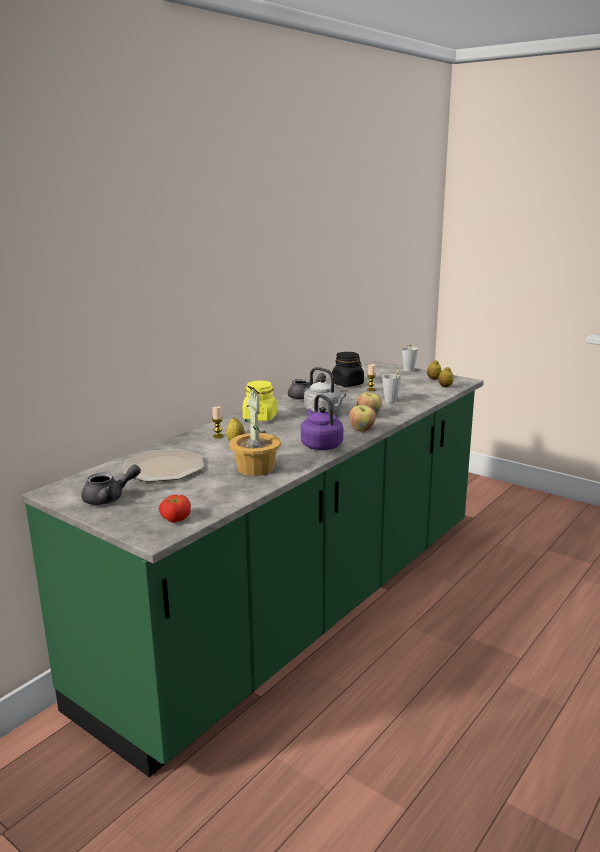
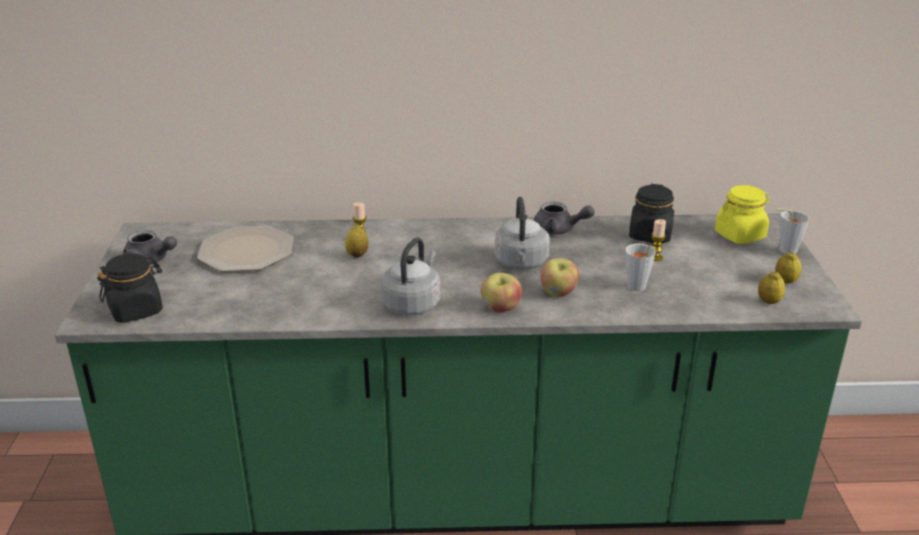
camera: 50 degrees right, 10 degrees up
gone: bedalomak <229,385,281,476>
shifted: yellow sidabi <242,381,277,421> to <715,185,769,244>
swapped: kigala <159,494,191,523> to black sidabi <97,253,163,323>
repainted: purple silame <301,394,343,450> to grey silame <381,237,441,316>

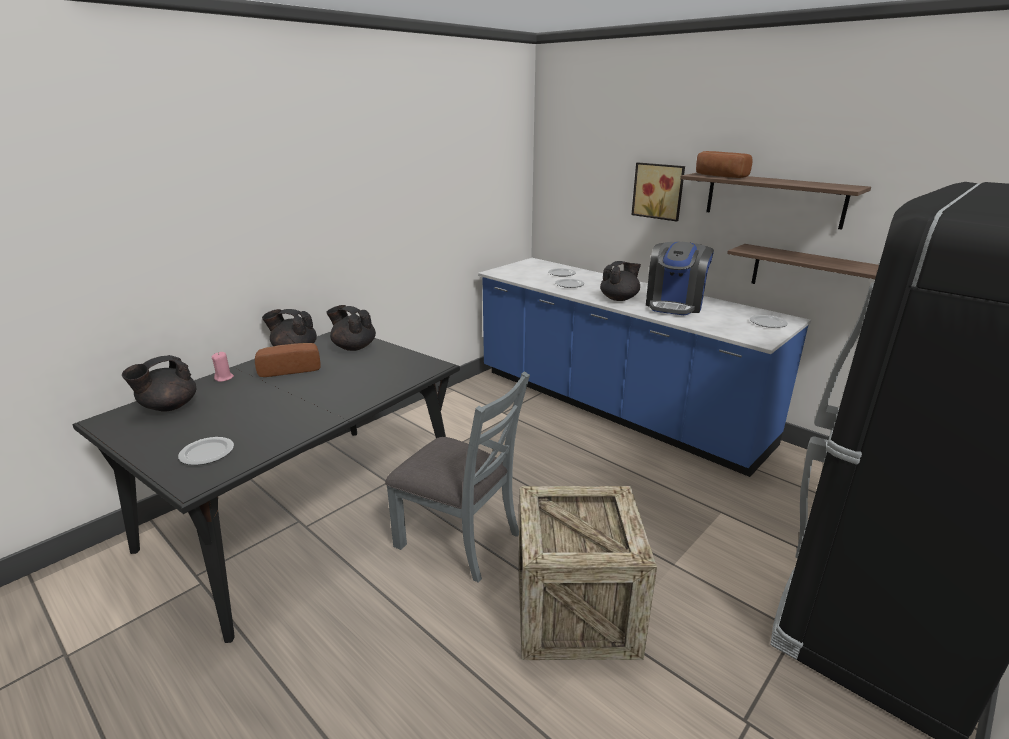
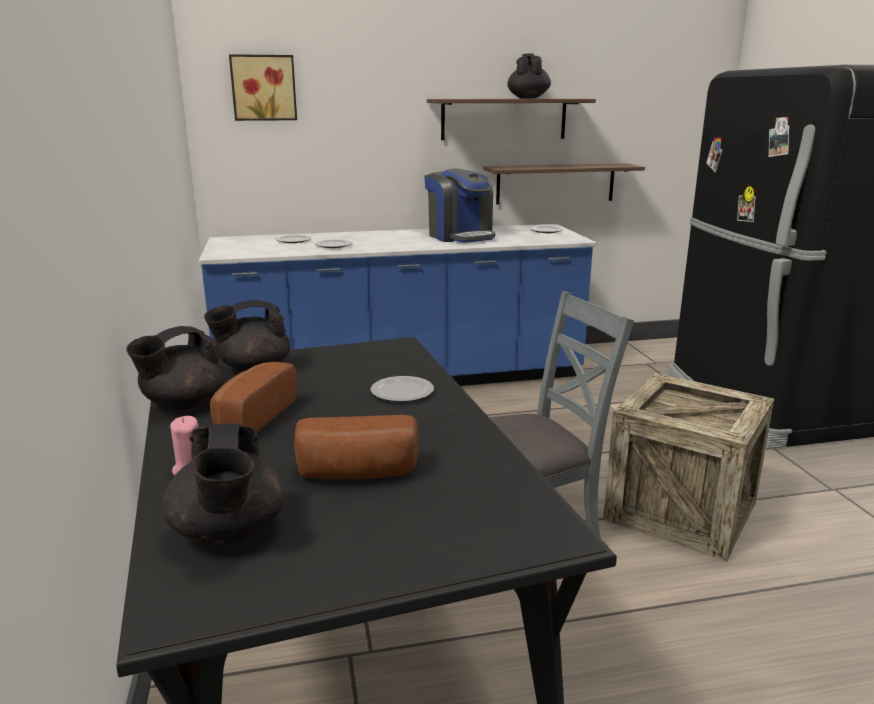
camera: 55 degrees left, 5 degrees down
shifted: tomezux <696,151,752,178> to <294,415,418,480>; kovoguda <631,162,685,222> to <229,54,297,121>; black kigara <600,261,641,301> to <507,53,551,99>; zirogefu <178,437,234,465> to <371,376,434,402>

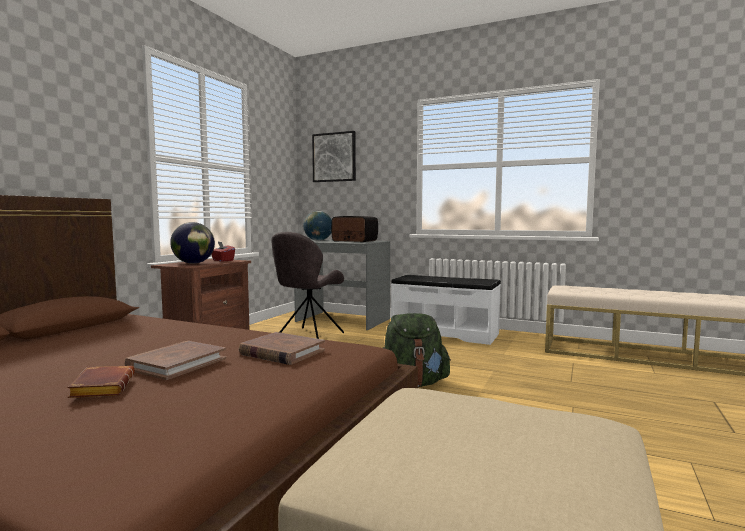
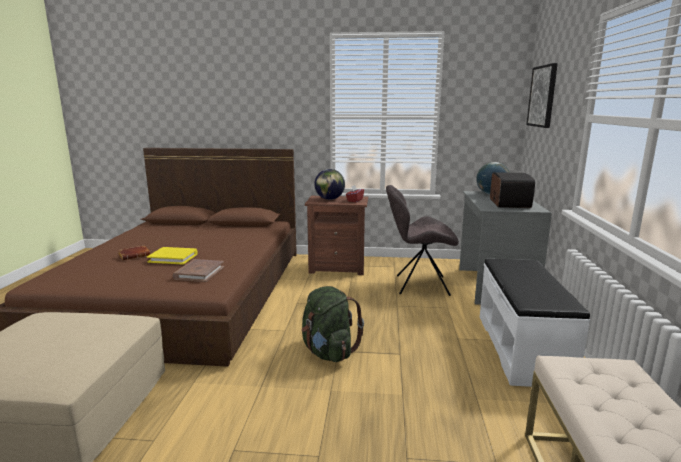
camera: 70 degrees right, 10 degrees up
repainted: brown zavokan <125,341,226,380> to yellow zavokan <147,247,197,264>

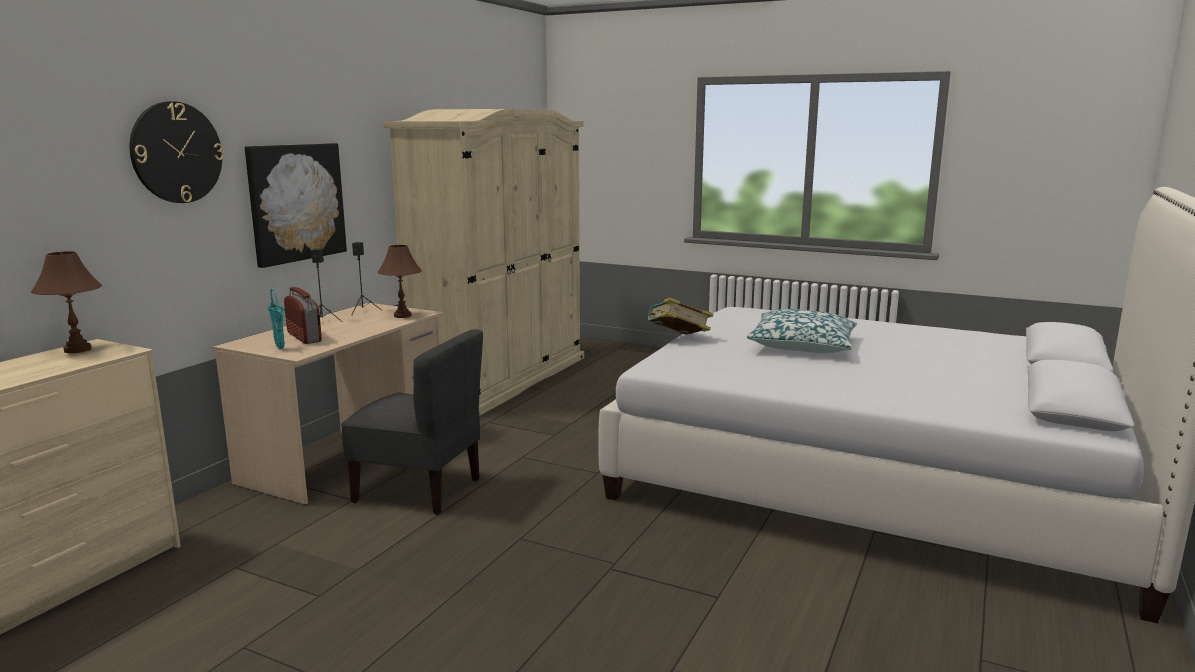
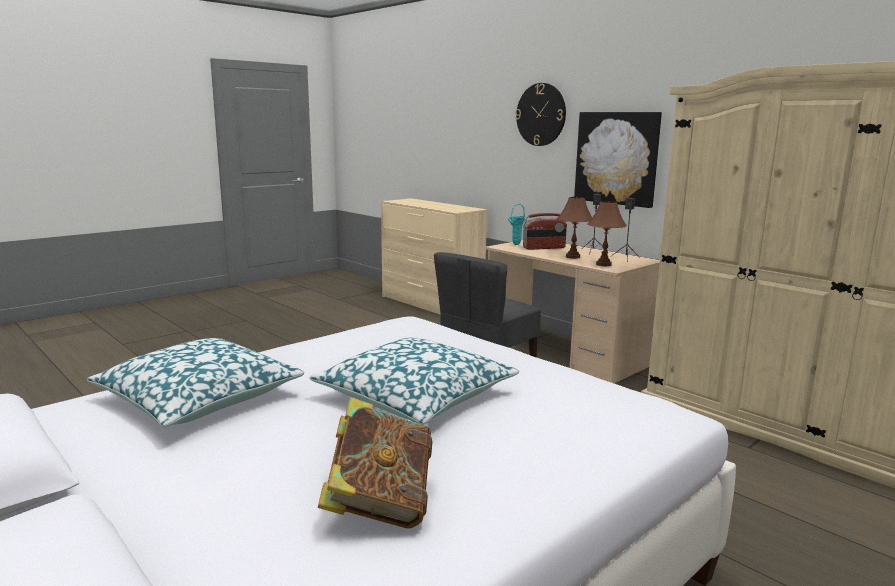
camera: 110 degrees right, 0 degrees up
new: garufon <87,338,305,427>
shifted: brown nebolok <31,251,102,353> to <557,197,592,259>; zavokan <646,298,713,335> to <318,398,432,529>

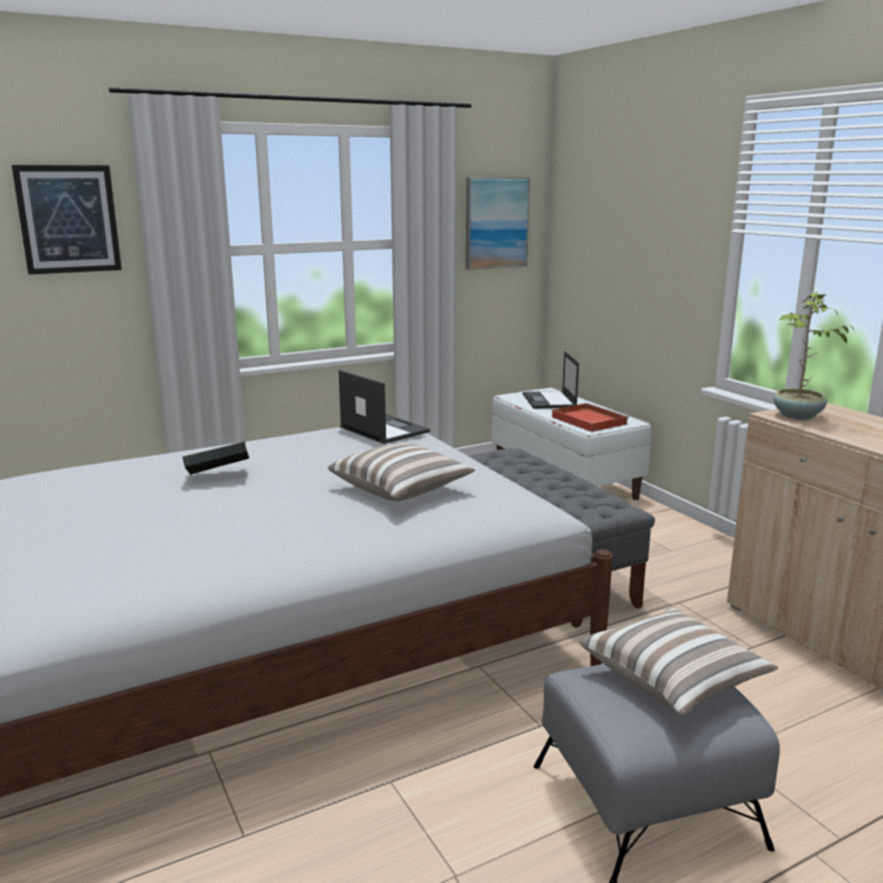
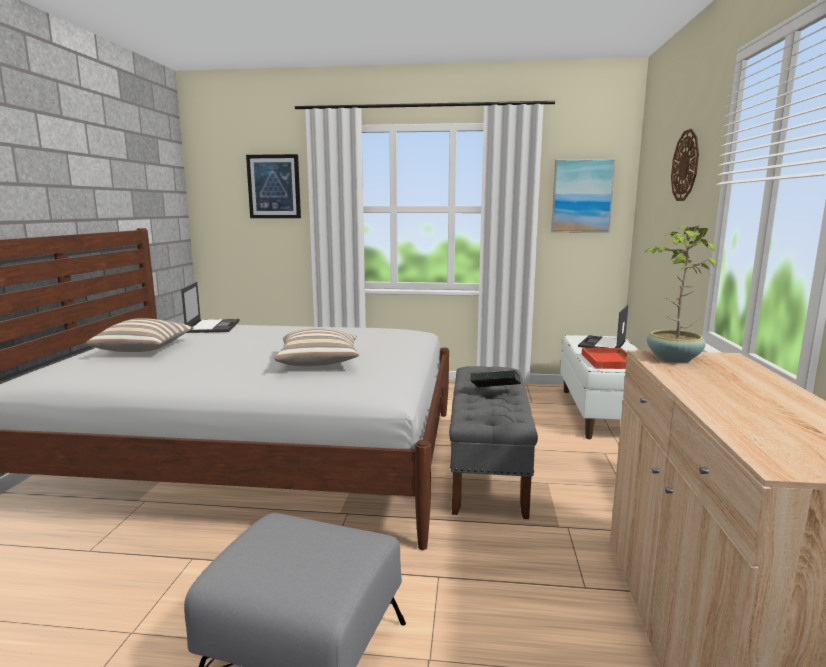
camera: 35 degrees right, 5 degrees down
new: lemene <671,129,699,201>
shifted: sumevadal <339,370,430,444> to <181,282,239,333>; zavokan <182,442,249,475> to <470,370,521,388>; garufon <579,607,778,716> to <86,318,194,352>

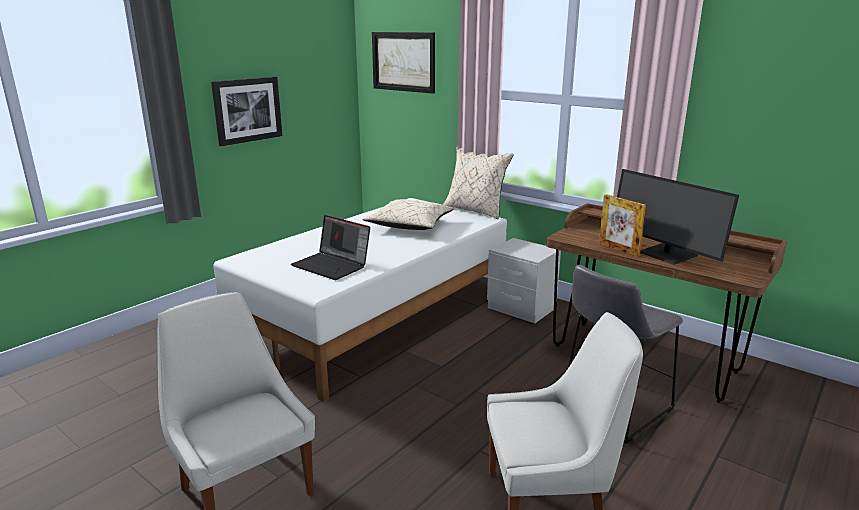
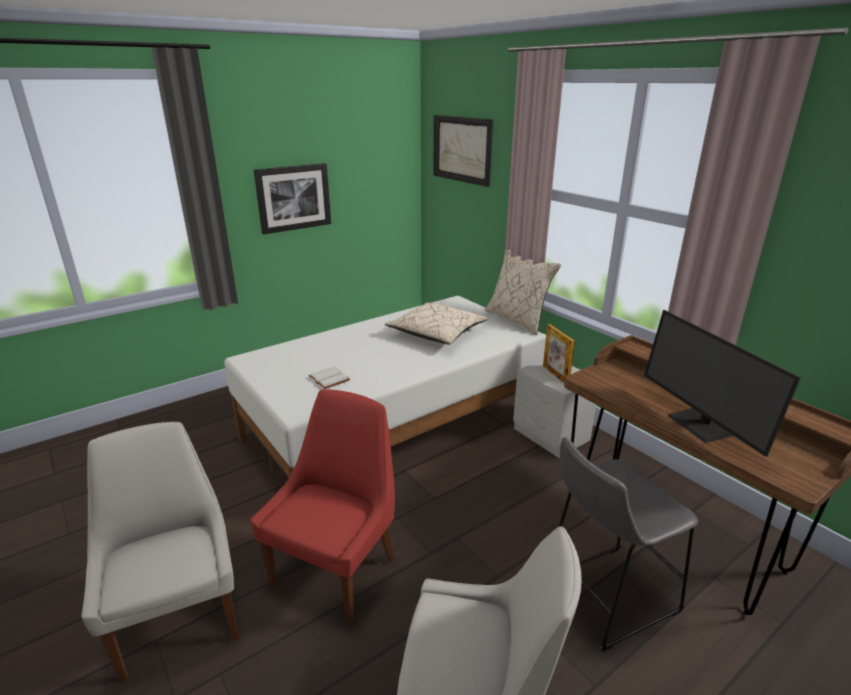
camera: 15 degrees right, 5 degrees up
new: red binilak <250,389,395,623>
shifted: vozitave <599,194,647,257> to <543,324,575,384>
swapped: sumevadal <291,215,370,280> to white zavokan <308,367,350,389>

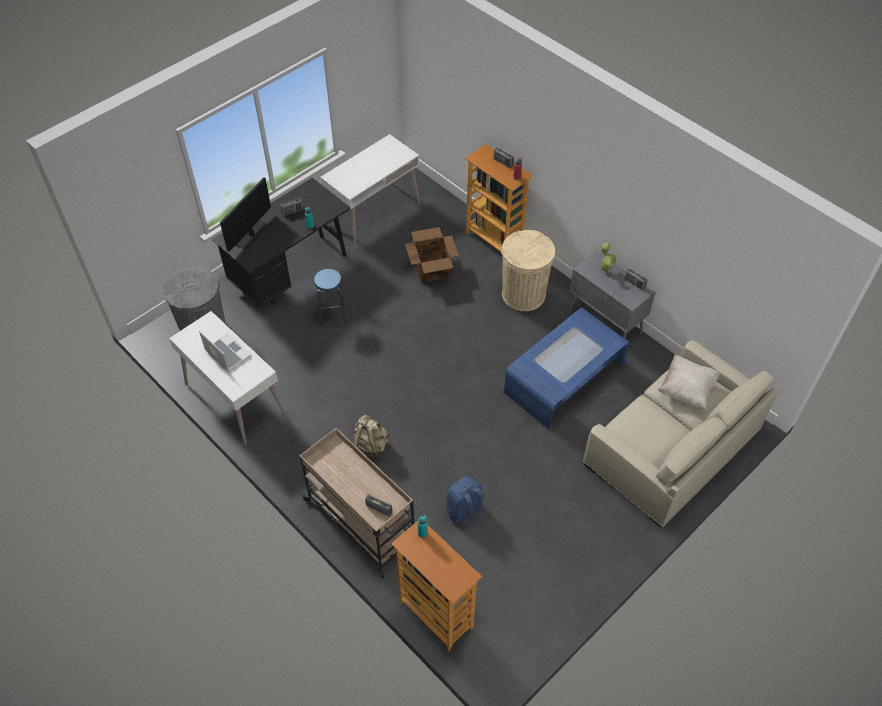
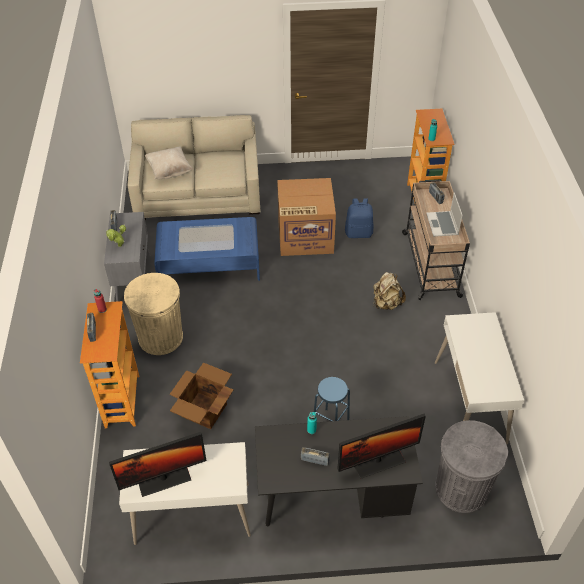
camera: 140 degrees left, 5 degrees down
new: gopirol <277,178,336,256>; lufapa <109,432,206,497>
shifted: sumevadal <199,331,251,372> to <426,192,463,237>

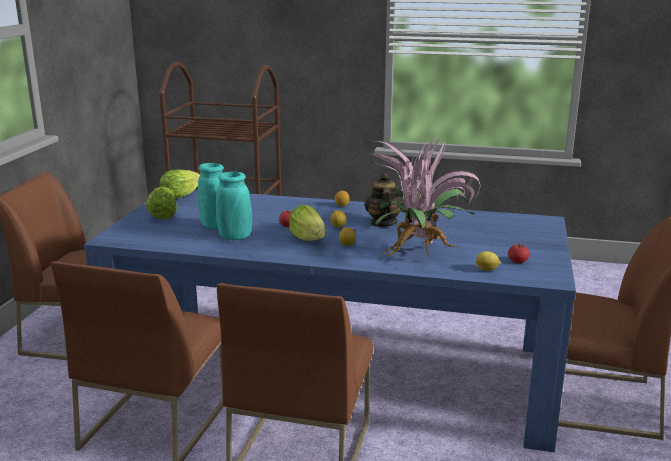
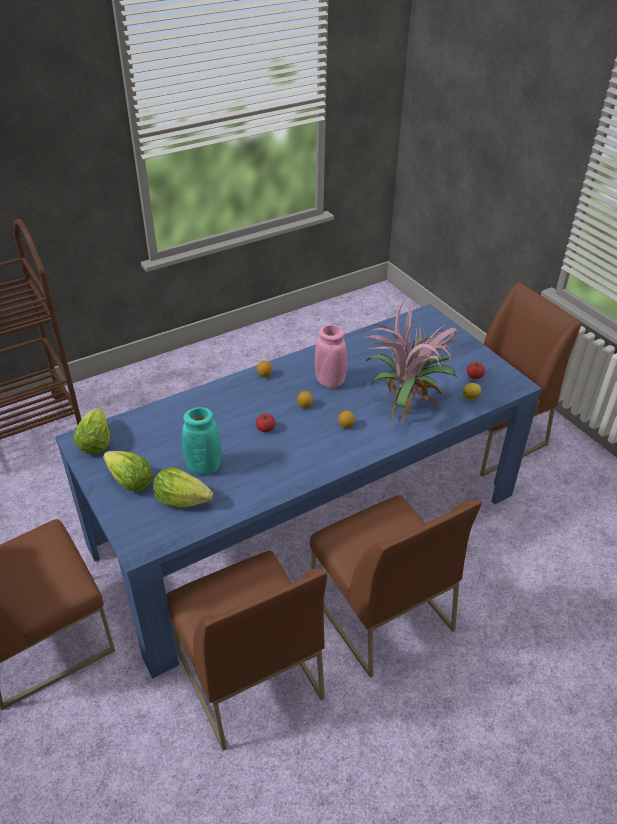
camera: 45 degrees left, 20 degrees up
gone: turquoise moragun <216,172,252,240>
shifted: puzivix <289,205,325,241> to <153,467,213,507>
swapped: kigara <364,173,404,227> to pink moragun <315,324,347,388>

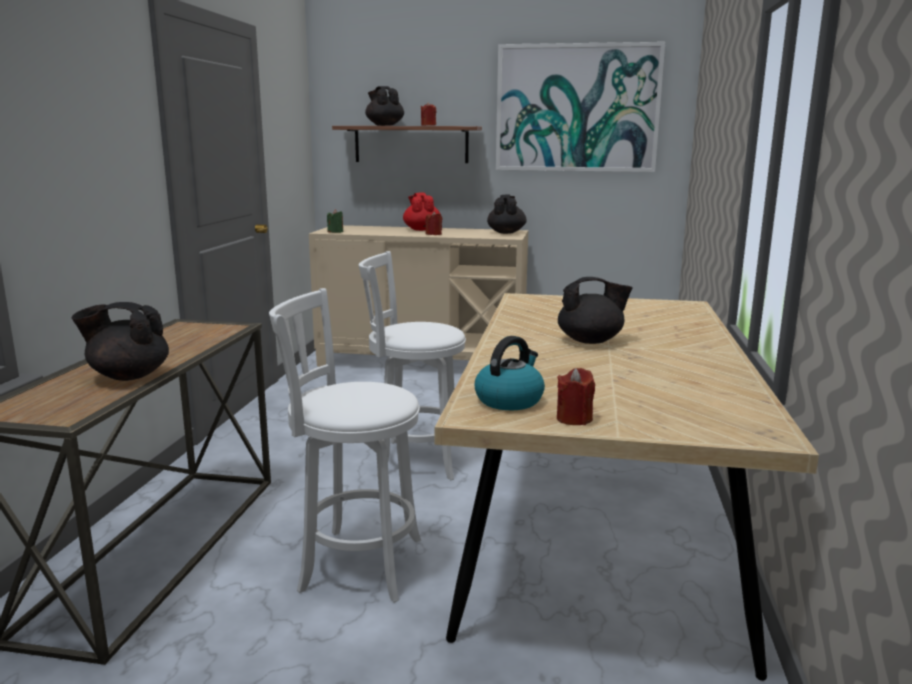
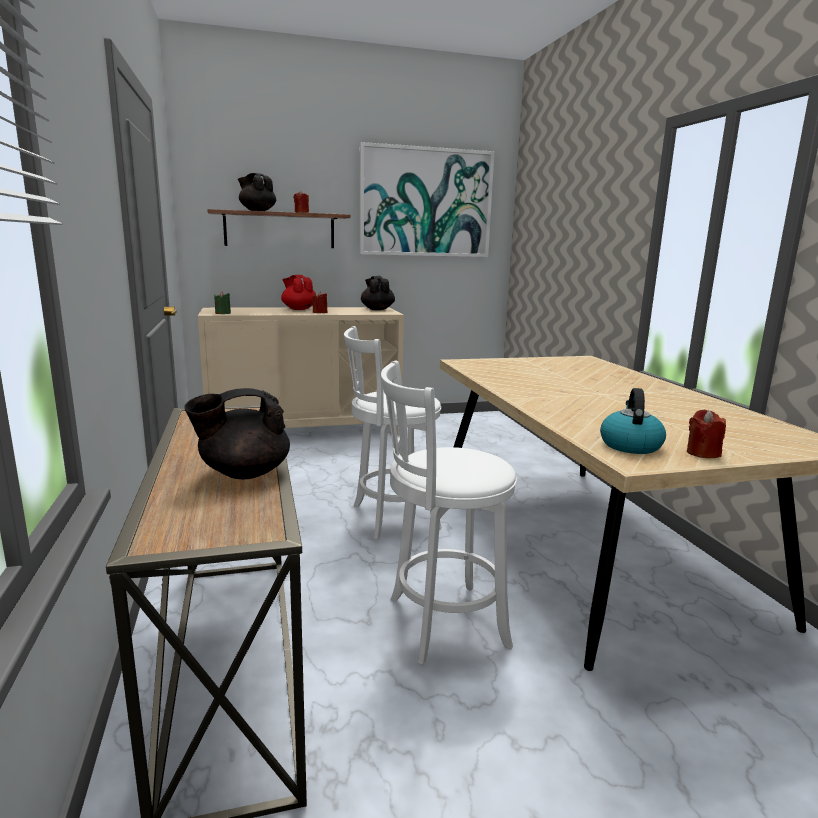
camera: 25 degrees left, 0 degrees up
gone: black kigara <558,277,633,344>

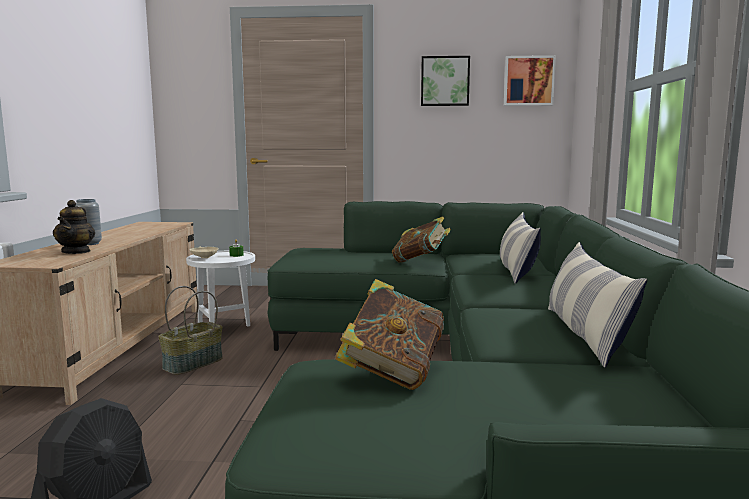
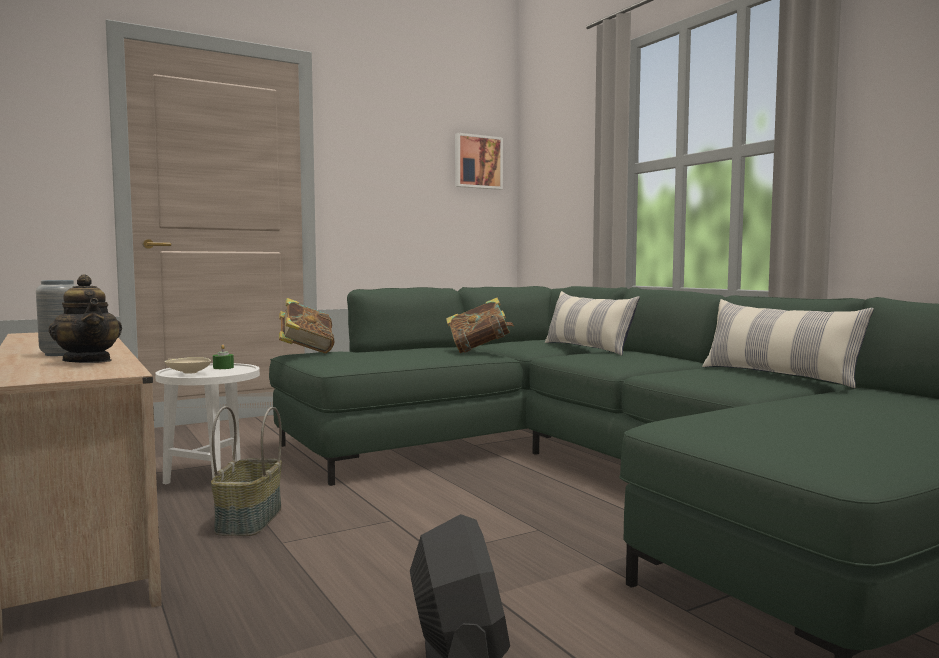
camera: 35 degrees left, 5 degrees down
gone: kovoguda <421,56,470,106>
shifted: zavokan <335,279,444,390> to <279,298,335,353>

